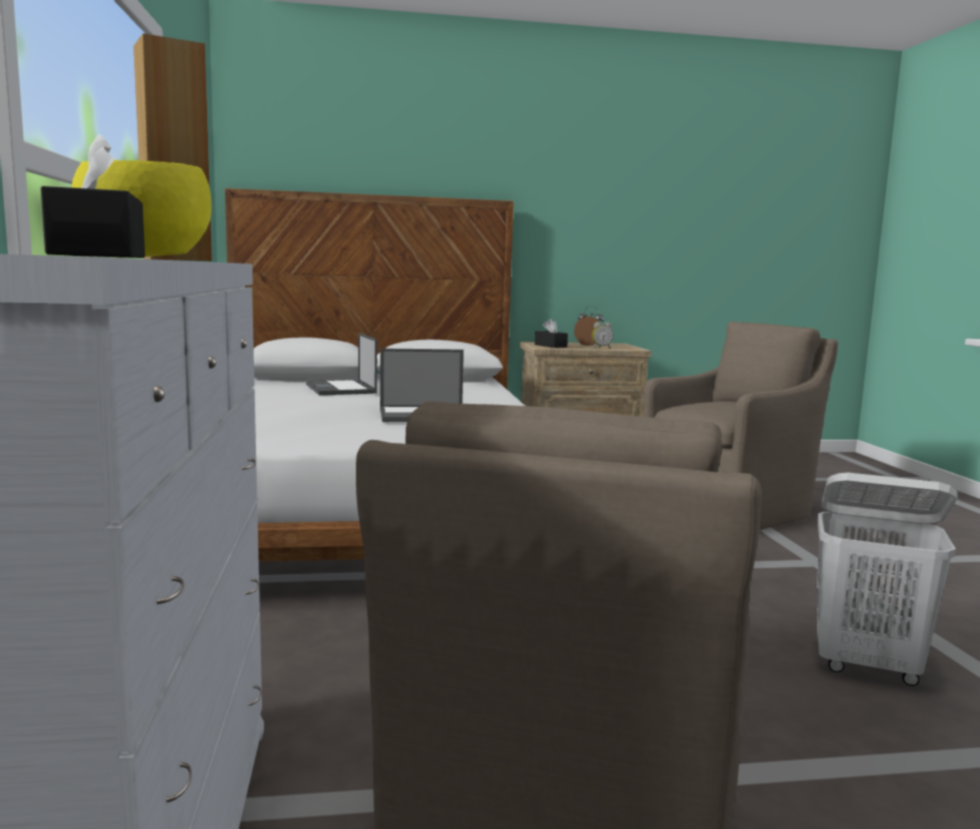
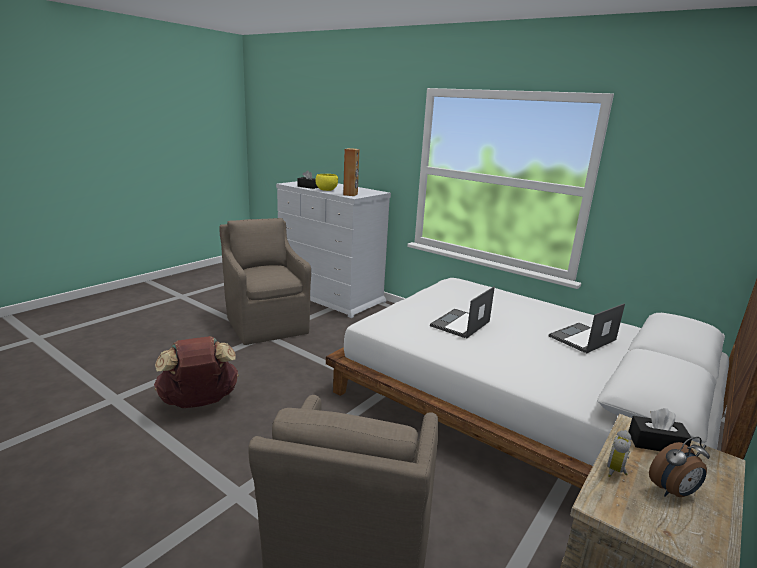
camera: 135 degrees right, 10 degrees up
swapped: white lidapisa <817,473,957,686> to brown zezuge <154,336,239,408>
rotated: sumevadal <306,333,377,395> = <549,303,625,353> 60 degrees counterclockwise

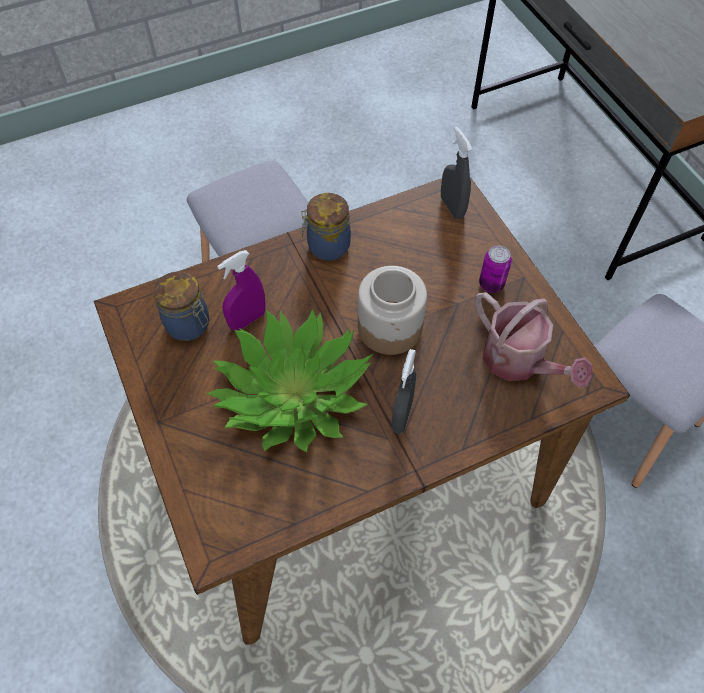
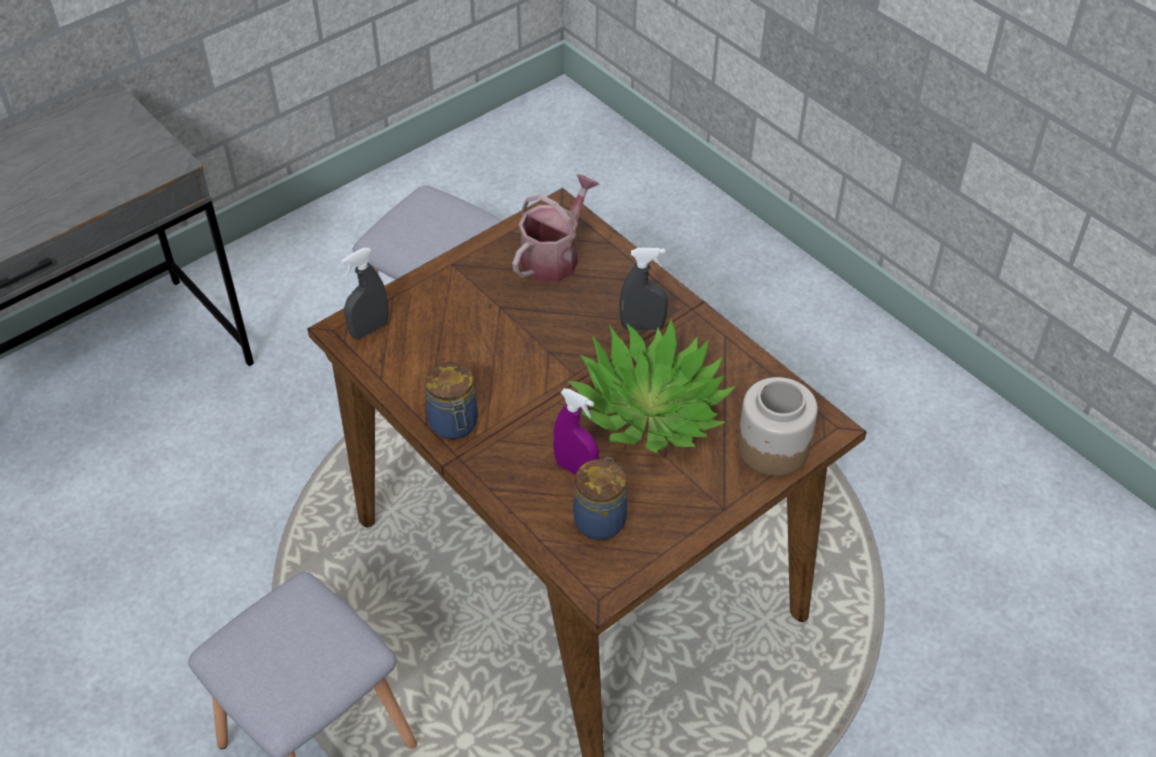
camera: 105 degrees left, 10 degrees down
gone: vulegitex <479,245,512,293>
shifted: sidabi <358,266,427,355> to <738,377,818,476>

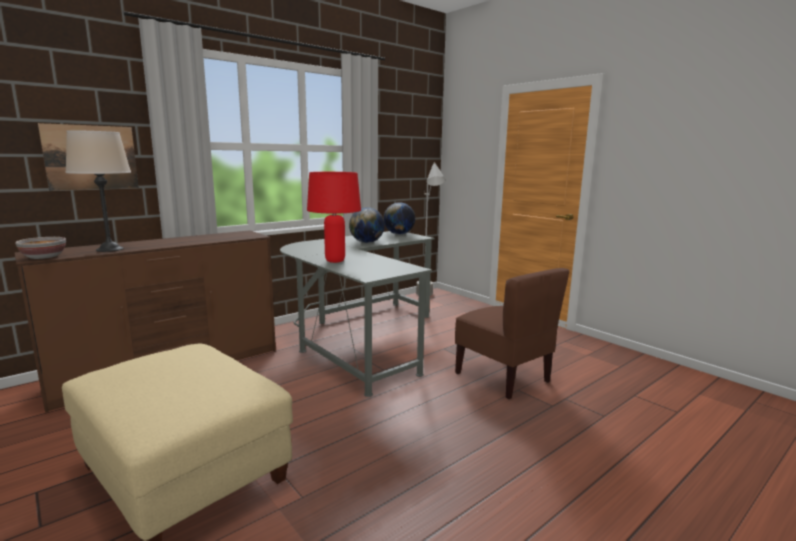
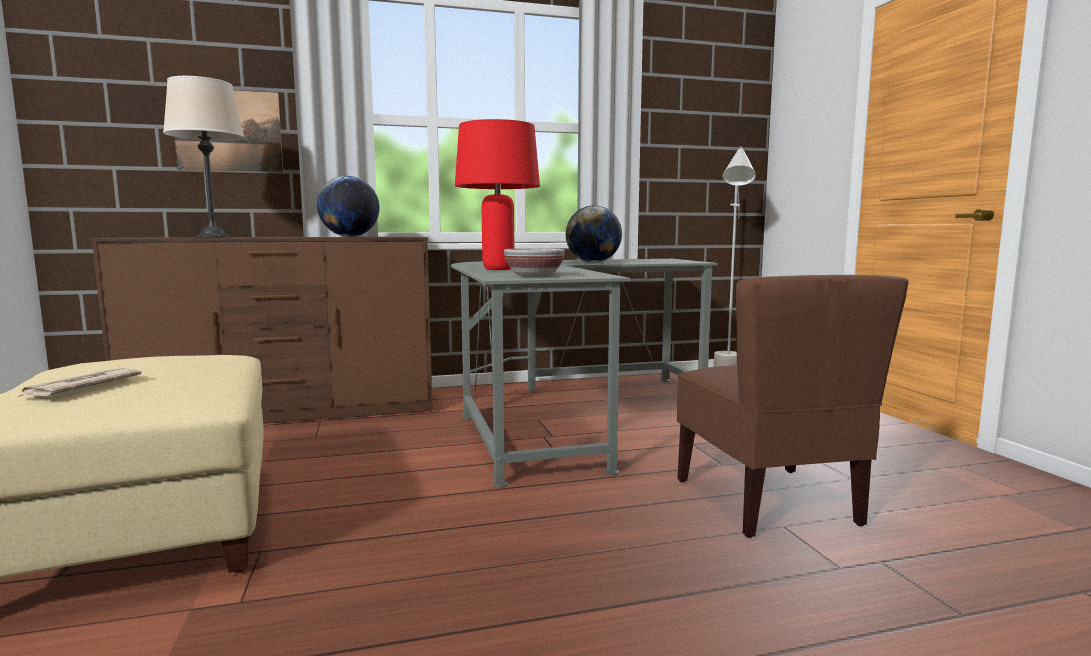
camera: 25 degrees right, 5 degrees down
new: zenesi <18,368,141,397>
shifted: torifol <384,202,415,235> to <317,176,379,237>; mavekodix <15,237,66,259> to <504,248,565,276>

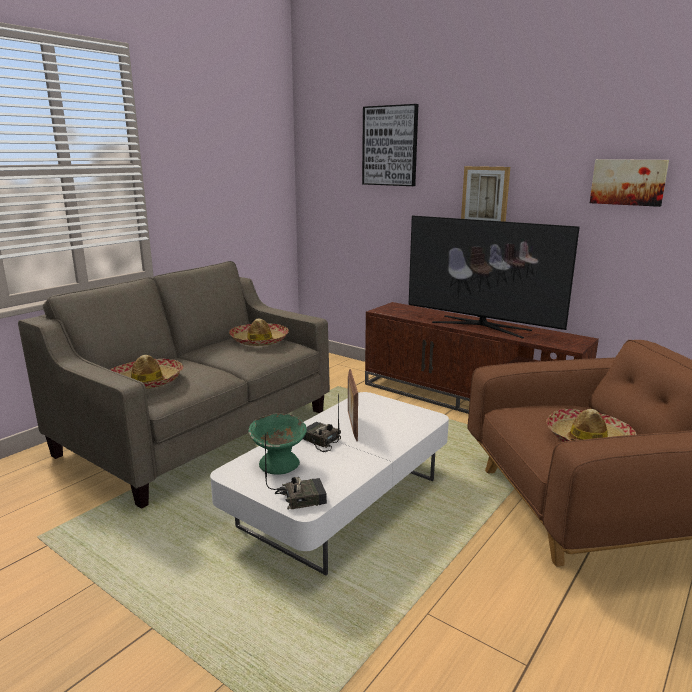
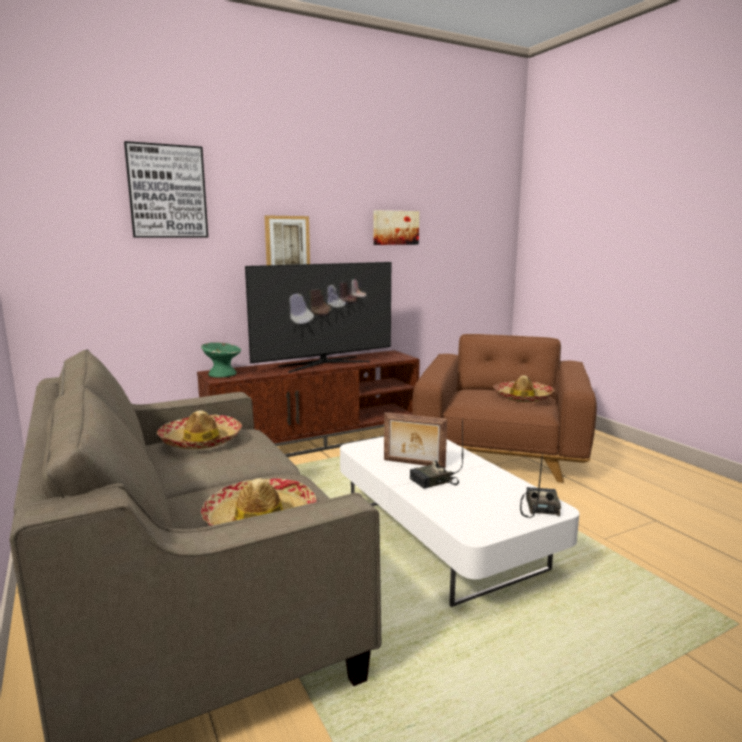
camera: 65 degrees left, 5 degrees down
shifted: green mavekodix <248,413,307,475> to <201,342,241,378>

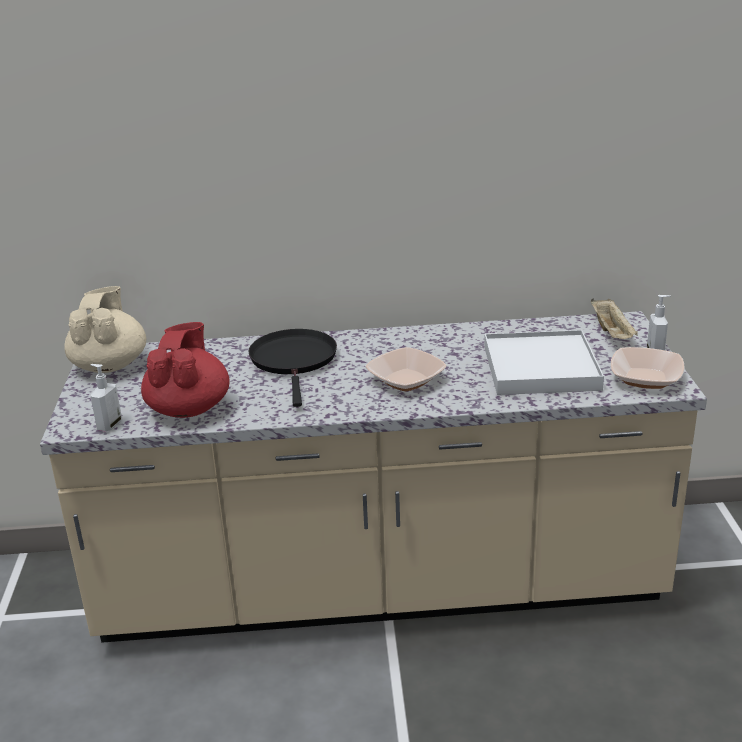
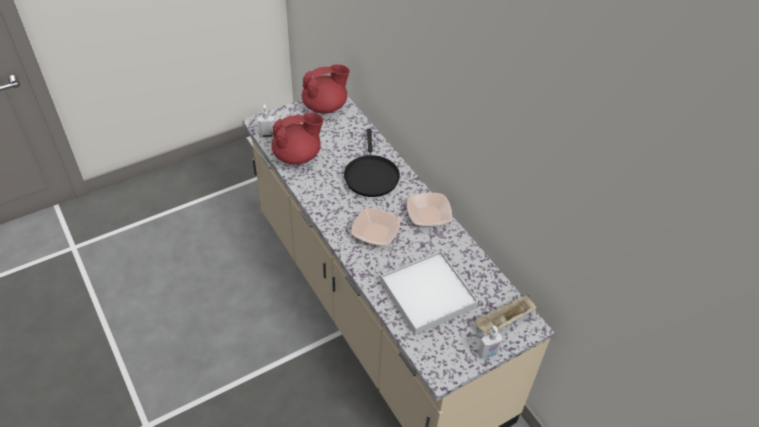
camera: 60 degrees right, 20 degrees up
shifted: mavekodix <611,347,685,389> to <407,193,452,226>
repainted: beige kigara <64,286,146,373> to red kigara <302,64,350,113>
rotated: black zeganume <248,329,337,407> = <344,129,400,197> 120 degrees clockwise

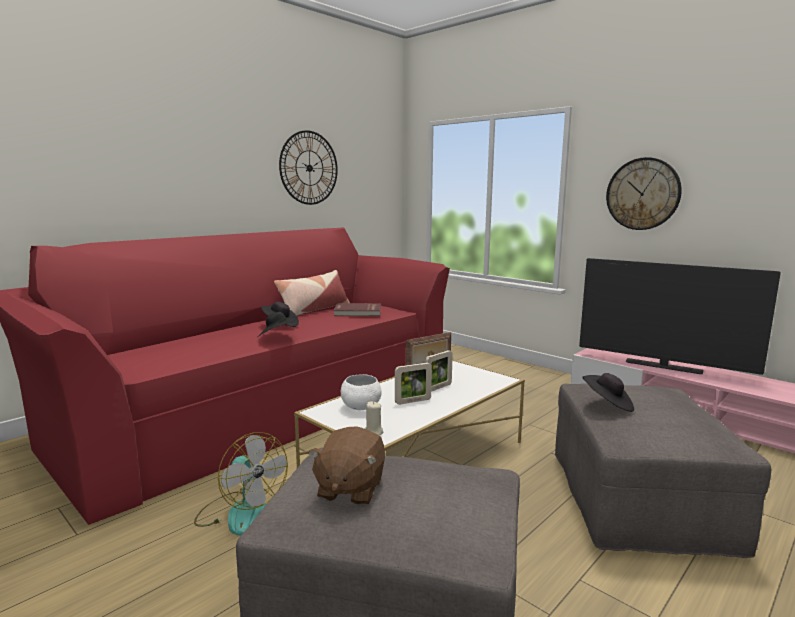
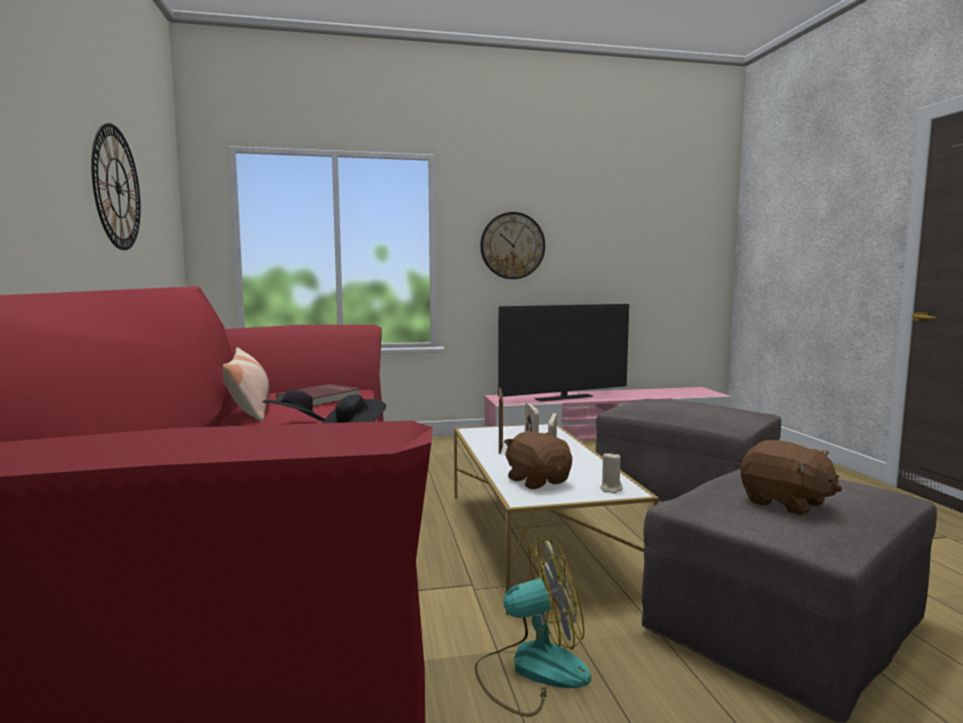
camera: 55 degrees left, 5 degrees down
gone: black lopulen <582,373,634,412>
swapped: white mavekodix <341,374,382,410> to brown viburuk <504,431,572,489>

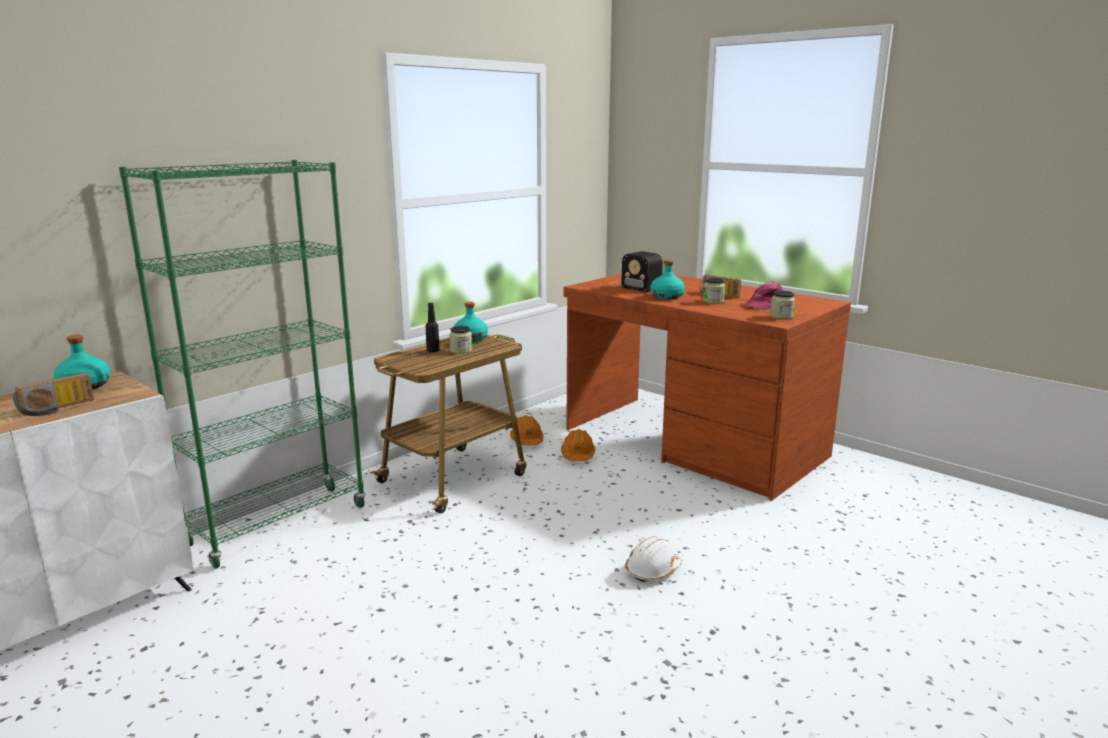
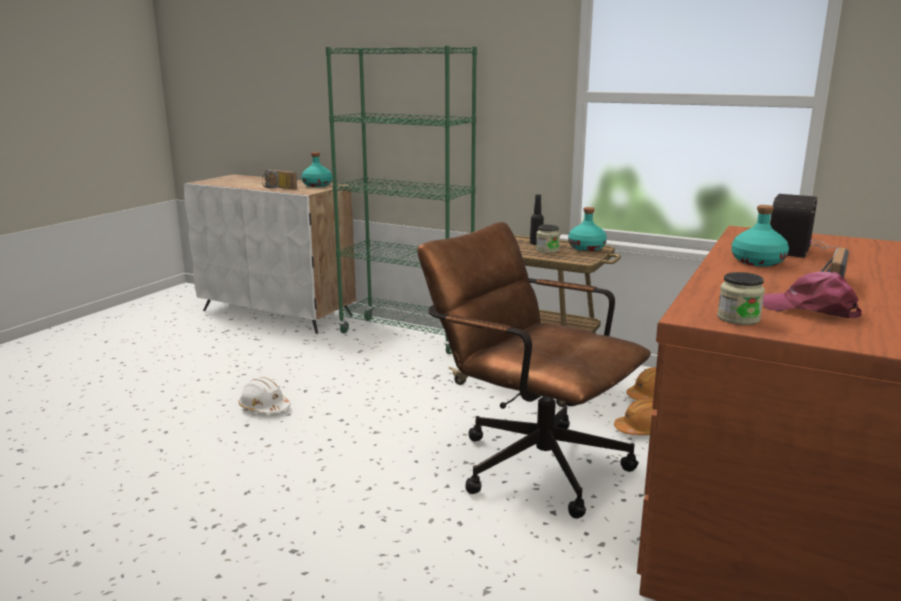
camera: 75 degrees right, 0 degrees up
gone: sidabi <703,278,726,304>
new: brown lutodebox <417,222,651,518>
shifted: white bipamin <625,536,682,582> to <239,377,290,414>

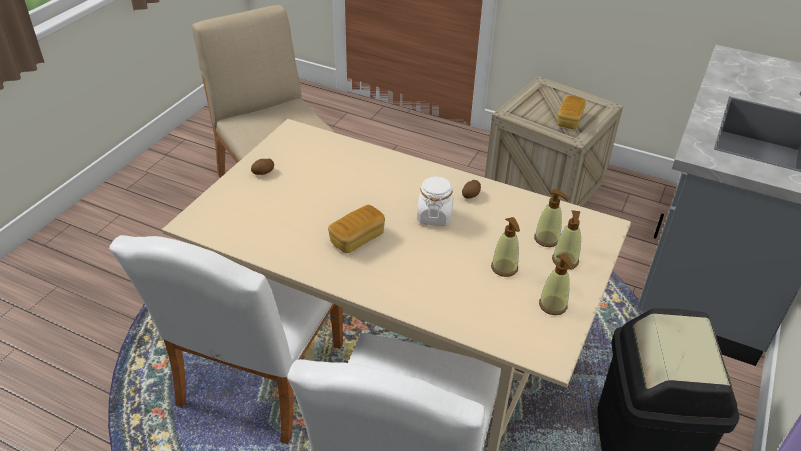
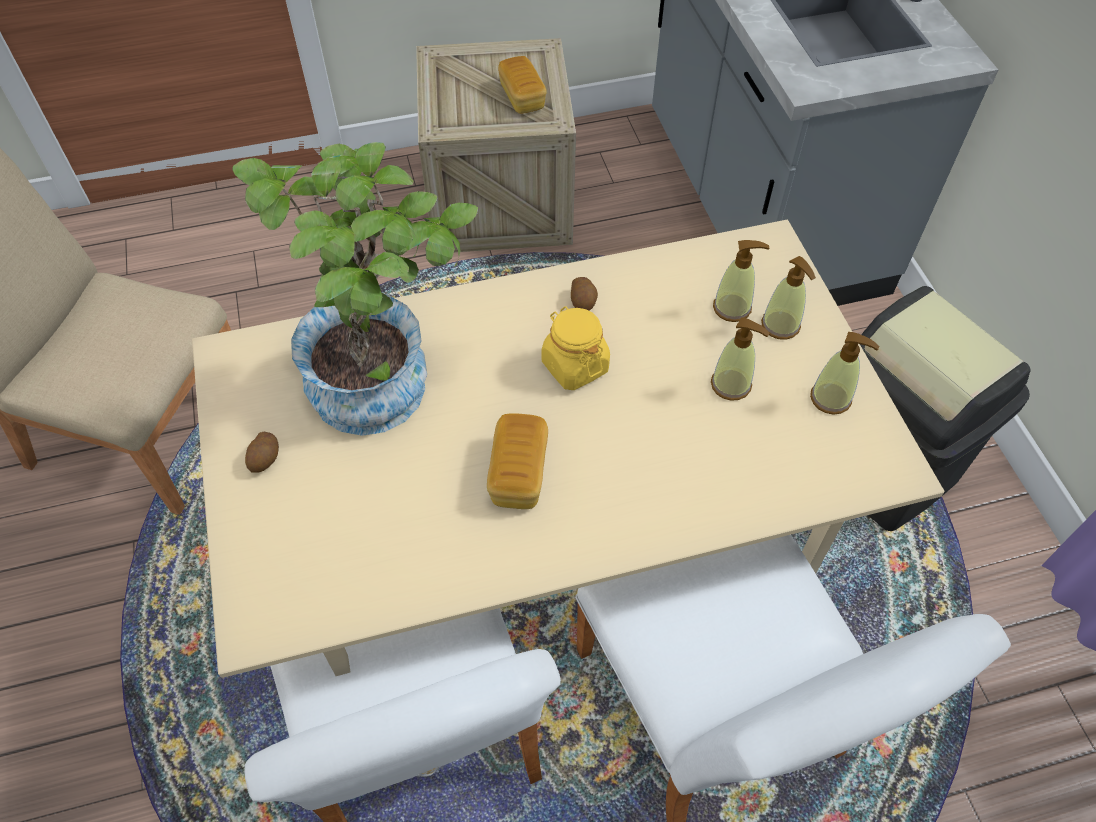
camera: 40 degrees left, 15 degrees up
new: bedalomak <232,142,478,436>
repainted: white sidabi <417,176,453,226> to yellow sidabi <542,306,610,390>

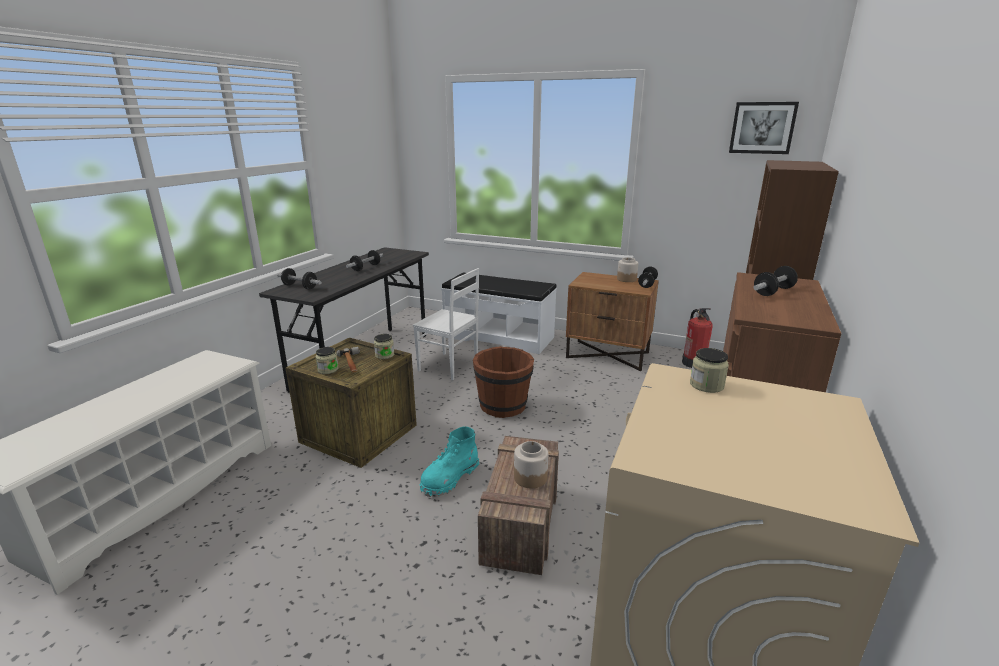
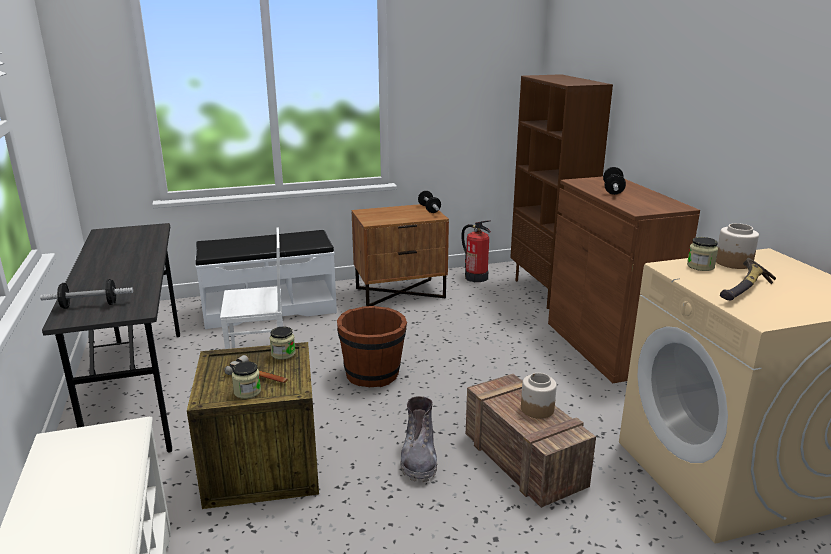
camera: 40 degrees left, 0 degrees up
gone: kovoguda <729,102,799,154>; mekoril <346,250,383,271>
new: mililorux <720,258,776,300>
shifted: sidabi <617,257,638,282> to <716,223,759,269>
repainted: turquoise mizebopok <420,426,479,497> to grey mizebopok <400,396,438,482>

